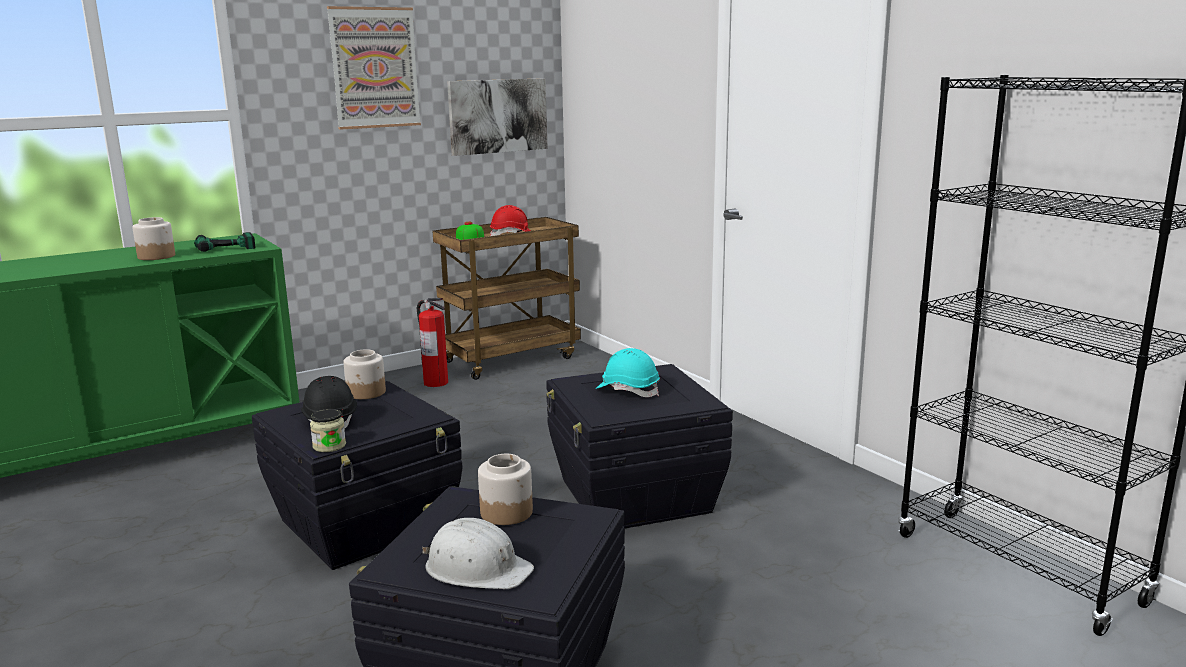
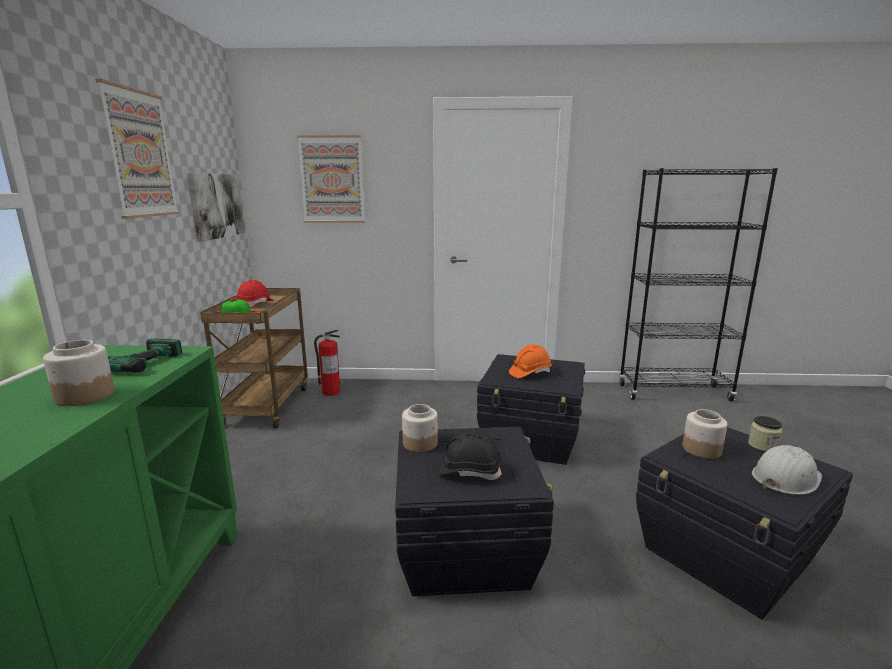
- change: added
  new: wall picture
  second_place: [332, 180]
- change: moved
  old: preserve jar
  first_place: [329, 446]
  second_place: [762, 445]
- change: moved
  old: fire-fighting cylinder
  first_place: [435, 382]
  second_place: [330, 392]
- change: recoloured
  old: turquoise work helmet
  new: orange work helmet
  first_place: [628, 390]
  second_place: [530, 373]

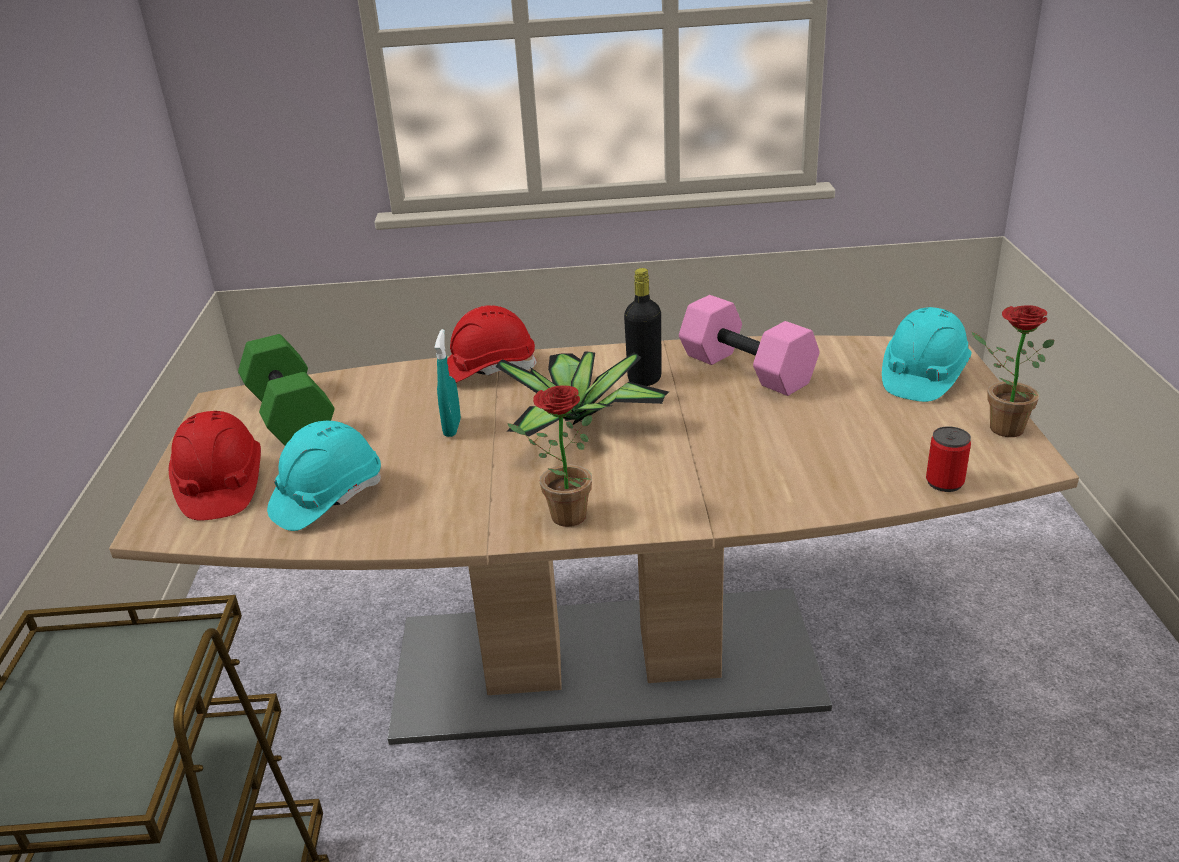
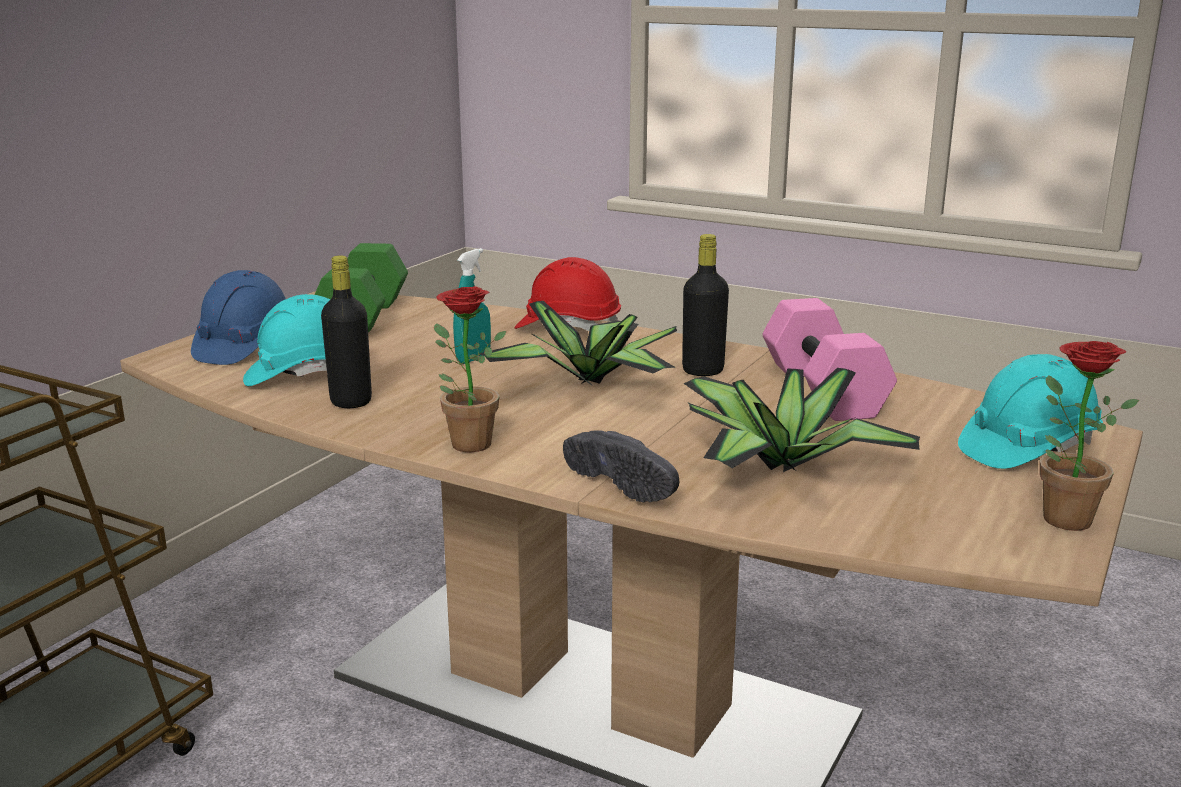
- change: removed
  old: can
  first_place: [944, 482]
- change: added
  new: black beverage bottle
  second_place: [351, 402]
- change: added
  new: black shoe
  second_place: [629, 483]
- change: added
  new: potted plant
  second_place: [780, 468]
- change: recoloured
  old: red-coloured work helmet
  new: blue-coloured work helmet
  first_place: [221, 487]
  second_place: [244, 347]

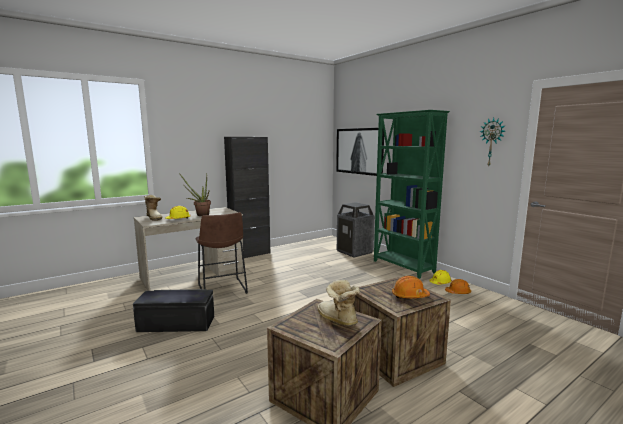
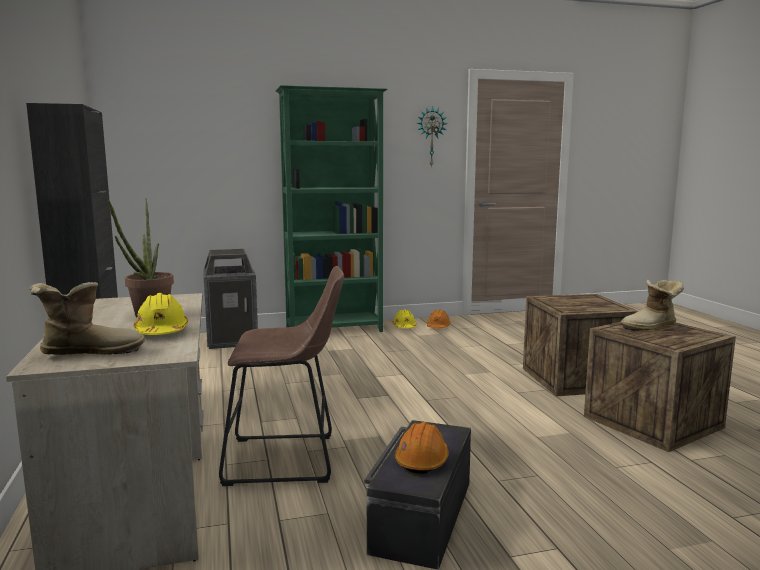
- change: removed
  old: wall picture
  first_place: [359, 151]
- change: moved
  old: orange work helmet
  first_place: [409, 296]
  second_place: [422, 460]

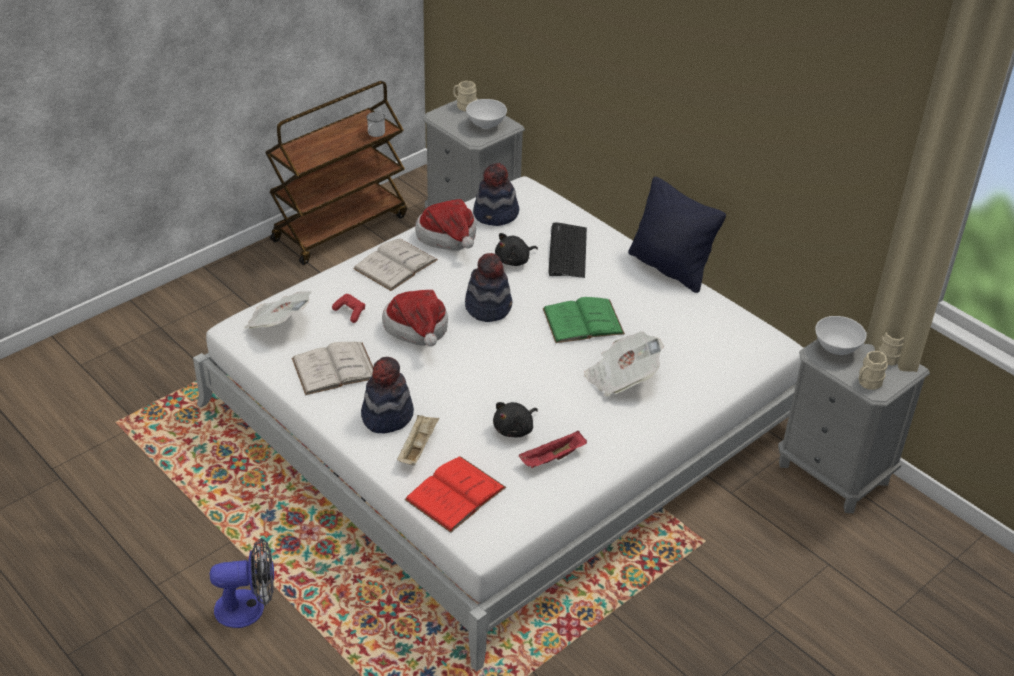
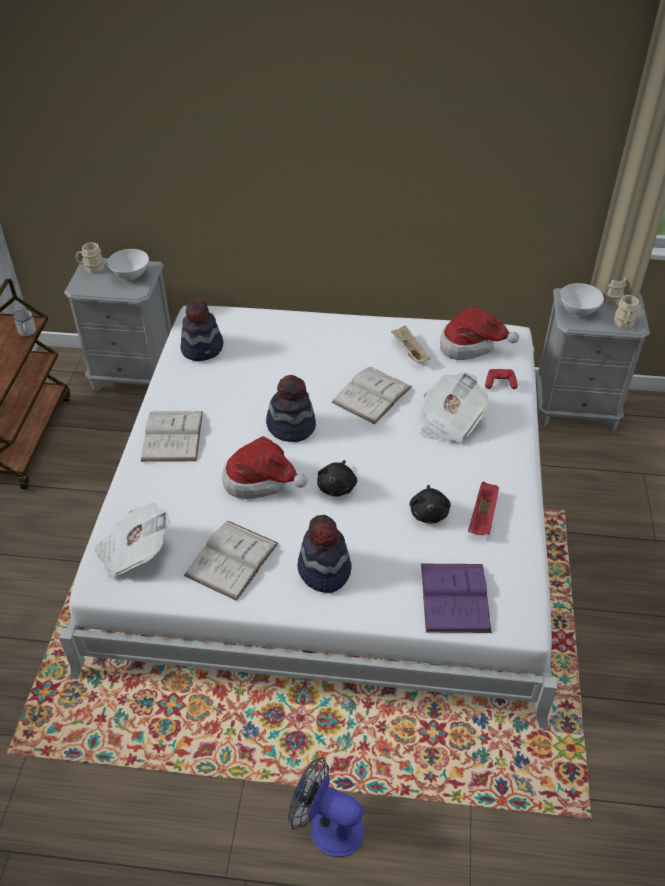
- change: removed
  old: keyboard
  first_place: [567, 251]
- change: removed
  old: black cushion
  first_place: [670, 268]
- change: moved
  old: red-coloured joypad
  first_place: [350, 312]
  second_place: [500, 383]
- change: moved
  old: beige carrying tray
  first_place: [418, 447]
  second_place: [409, 352]
- change: moved
  old: wearable hat
  first_place: [449, 239]
  second_place: [471, 346]
- change: moved
  old: black plush toy
  first_place: [514, 260]
  second_place: [337, 486]
- change: recoloured
  old: red-coloured bound book
  new: purplish bound book
  first_place: [455, 493]
  second_place: [455, 597]
- change: recoloured
  old: greenish bound book
  new: white bound book
  first_place: [583, 321]
  second_place: [372, 394]
- change: turned
  old: cooling fan
  first_place: [249, 607]
  second_place: [327, 826]
  degrees: -105

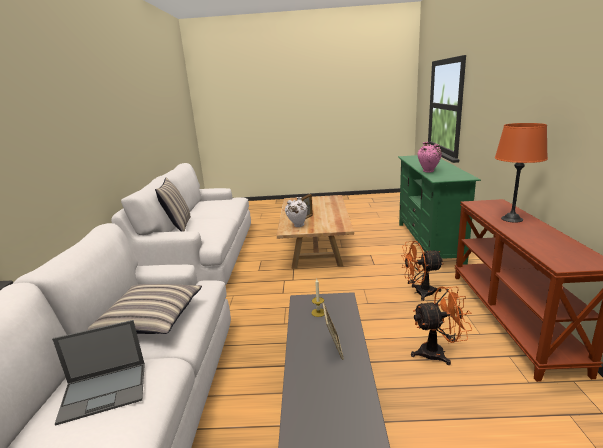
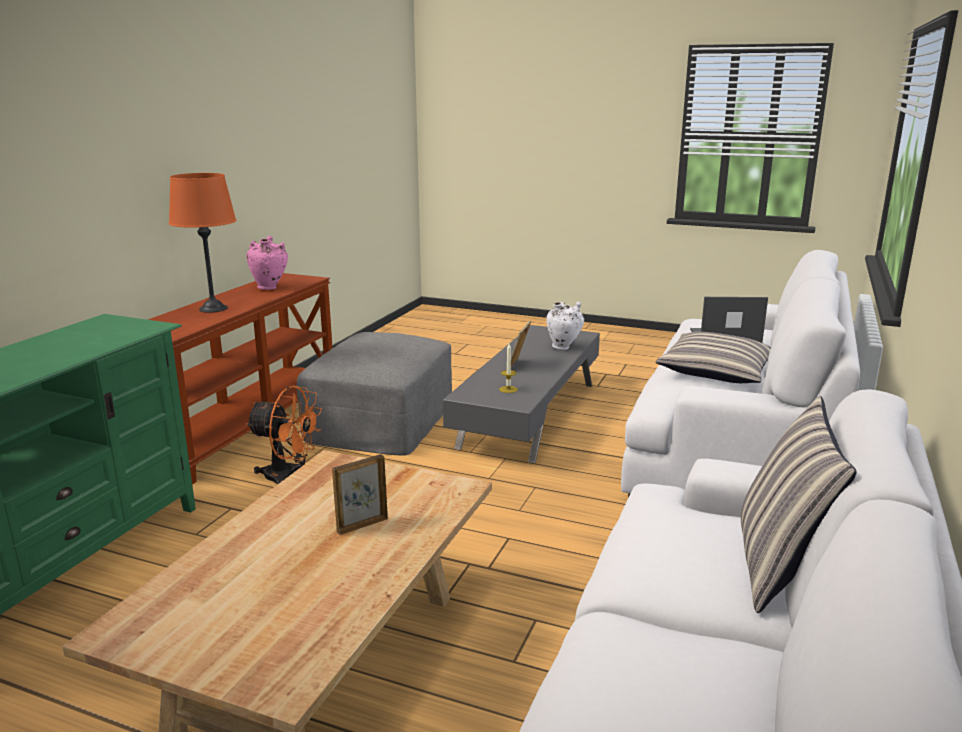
- change: moved
  old: white flower vase
  first_place: [297, 226]
  second_place: [563, 348]
- change: moved
  old: pink-coloured flower vase
  first_place: [428, 172]
  second_place: [269, 288]
- change: replaced
  old: orange cooling fan
  new: gray ottoman
  first_place: [438, 352]
  second_place: [381, 421]

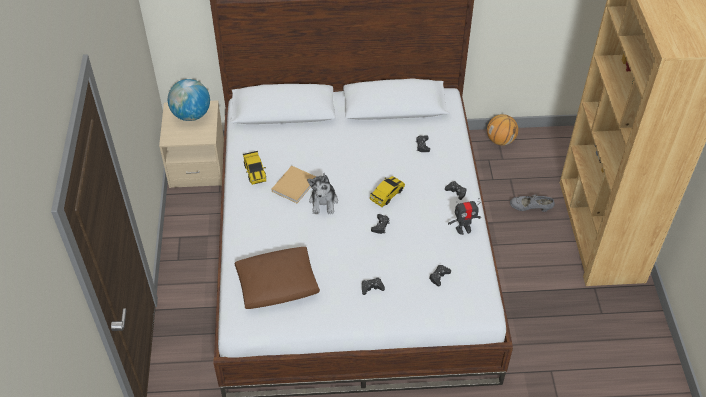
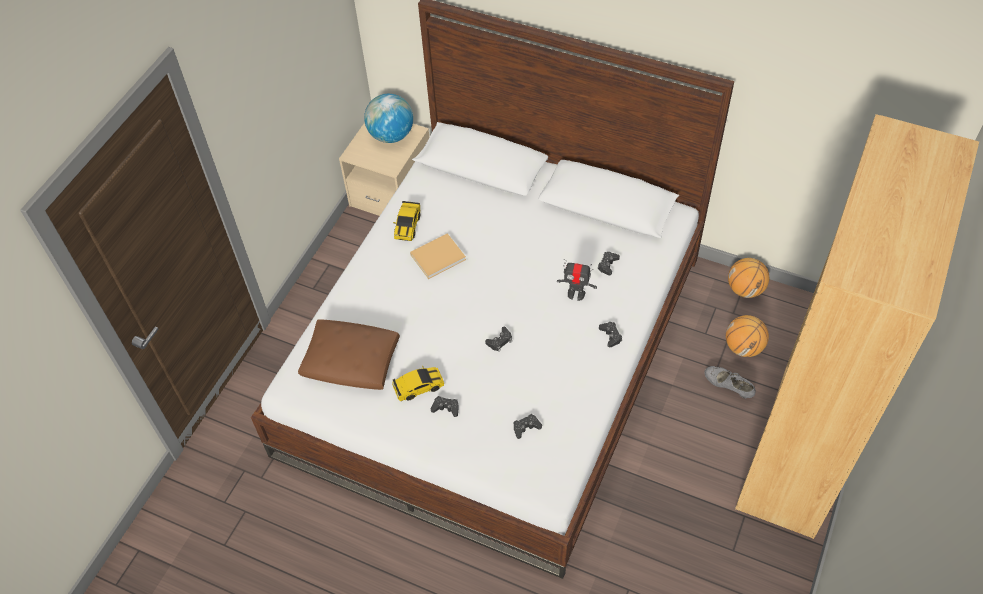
- change: removed
  old: plush toy
  first_place: [323, 202]
- change: added
  new: ball for basketball
  second_place: [743, 347]
- change: moved
  old: model car
  first_place: [387, 194]
  second_place: [419, 387]
- change: moved
  old: toy robot
  first_place: [463, 229]
  second_place: [576, 294]

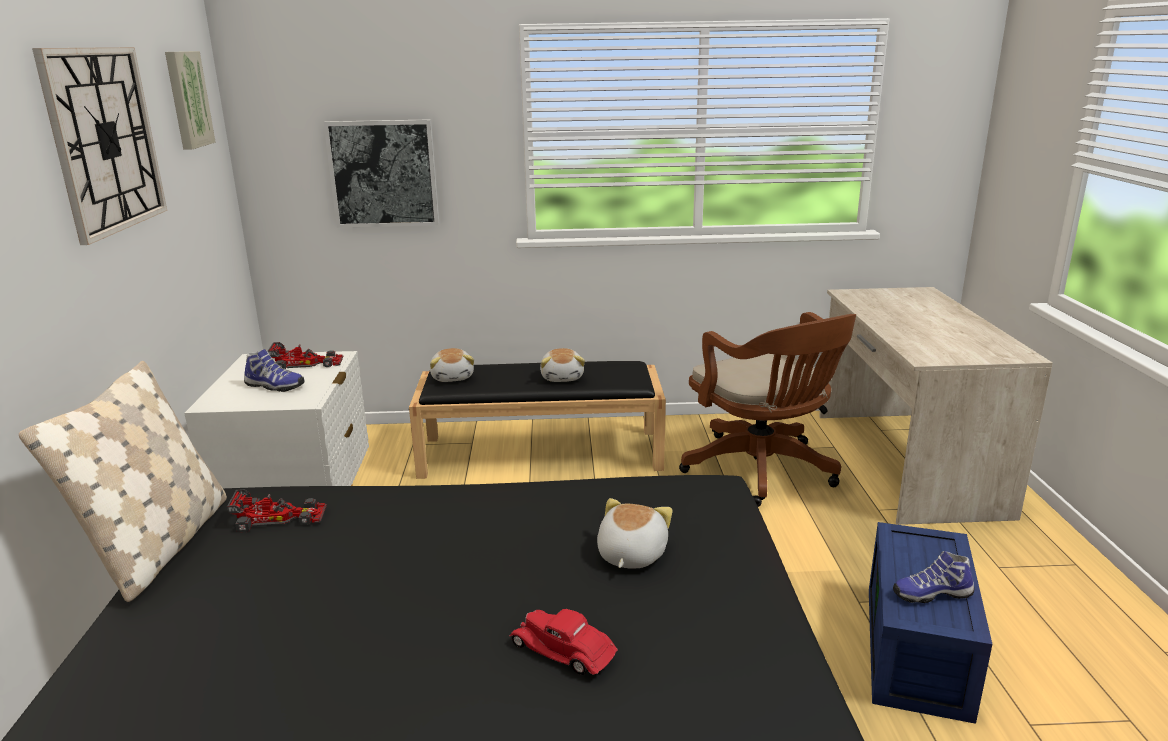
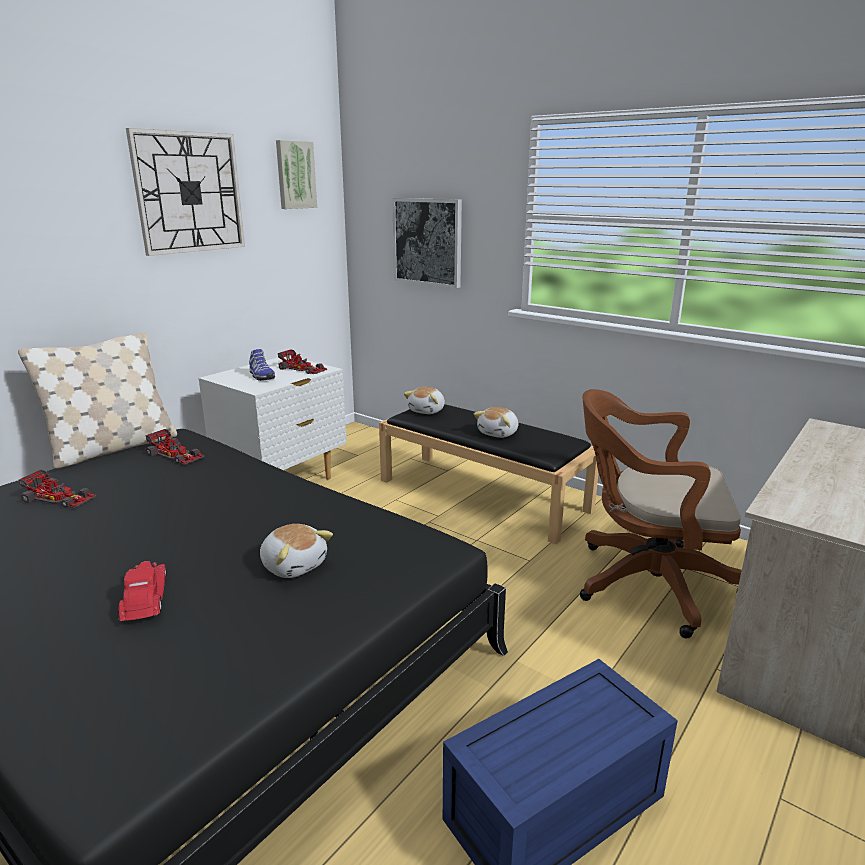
- change: removed
  old: shoe
  first_place: [931, 593]
- change: added
  new: model car
  second_place: [59, 497]
- change: turned
  old: plush toy
  first_place: [630, 555]
  second_place: [294, 565]
  degrees: 75
- change: turned
  old: brown computer chair
  first_place: [763, 472]
  second_place: [645, 582]
  degrees: 90

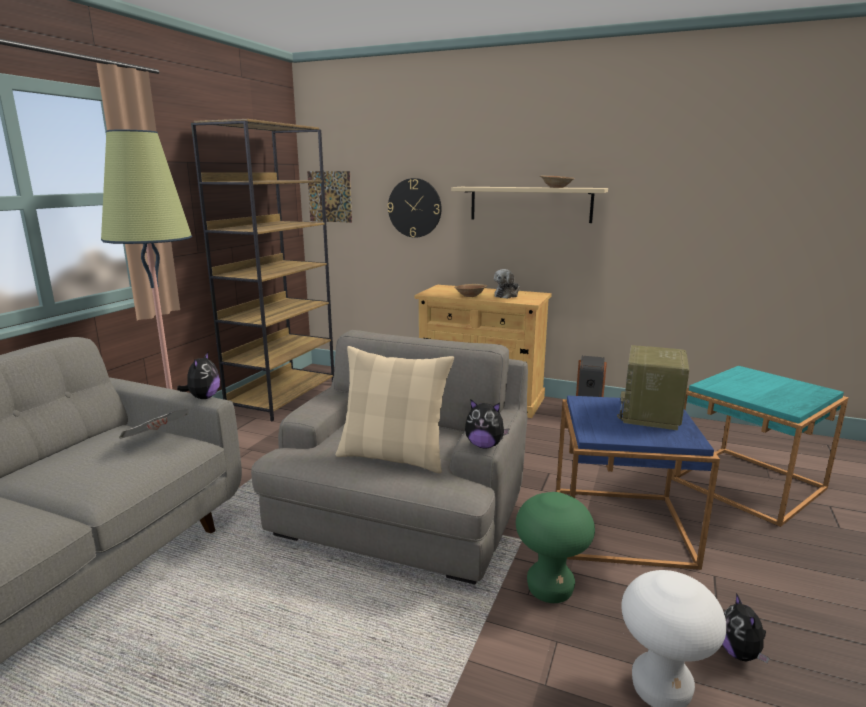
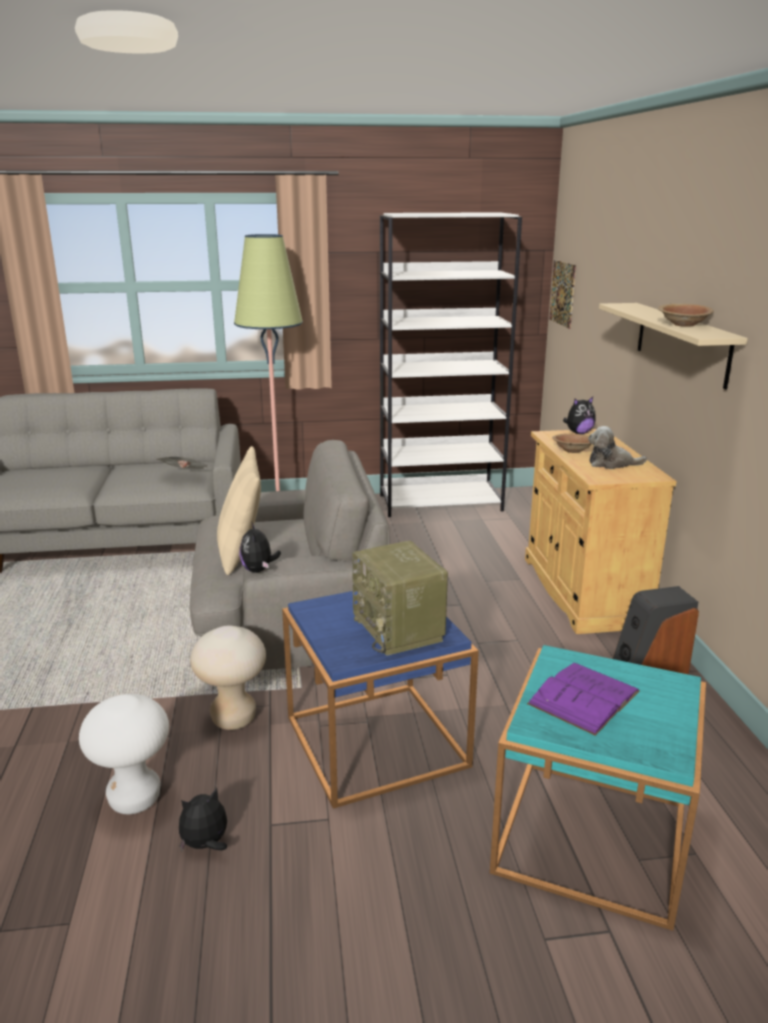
- change: removed
  old: clock on the wall
  first_place: [414, 208]
- change: added
  new: purplish bound book
  second_place: [584, 697]
- change: moved
  old: plush toy
  first_place: [203, 397]
  second_place: [578, 433]
- change: recoloured
  old: brown bookcase
  new: white bookcase
  first_place: [283, 396]
  second_place: [441, 503]
- change: recoloured
  old: greenish stool
  new: beige stool
  first_place: [550, 590]
  second_place: [233, 719]
- change: turned
  old: radio
  first_place: [651, 415]
  second_place: [399, 630]
  degrees: -105

